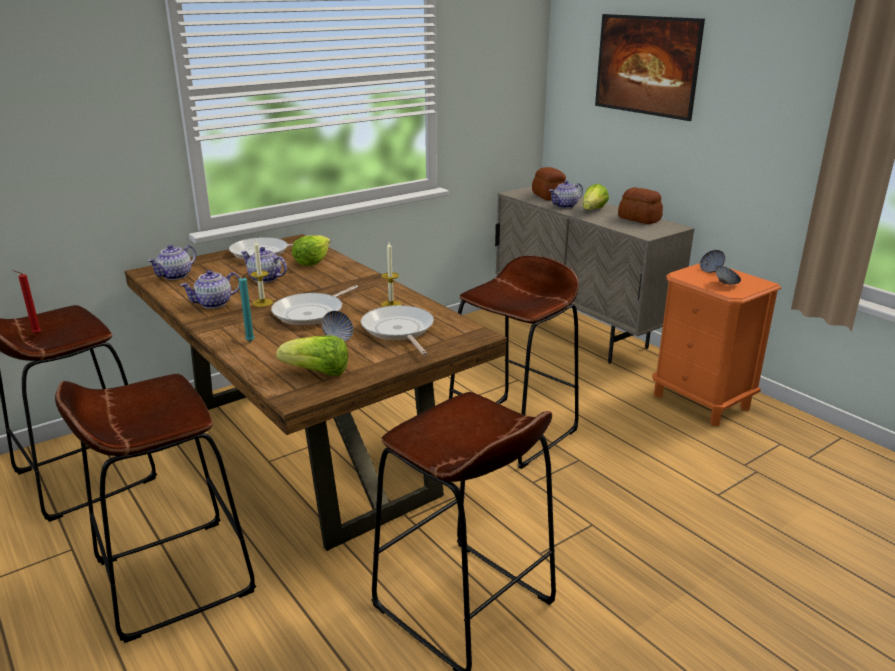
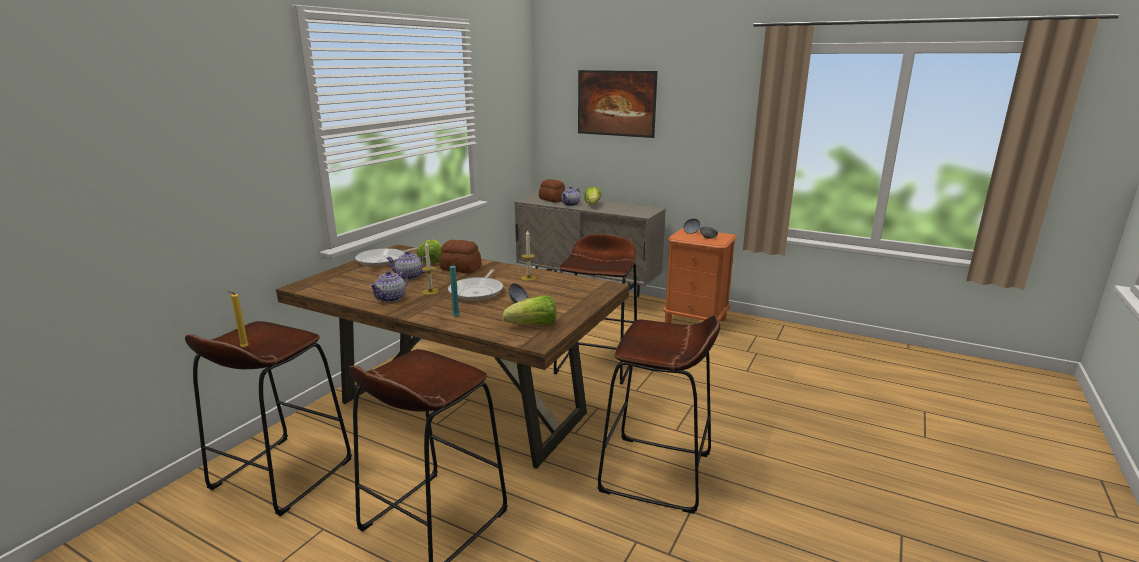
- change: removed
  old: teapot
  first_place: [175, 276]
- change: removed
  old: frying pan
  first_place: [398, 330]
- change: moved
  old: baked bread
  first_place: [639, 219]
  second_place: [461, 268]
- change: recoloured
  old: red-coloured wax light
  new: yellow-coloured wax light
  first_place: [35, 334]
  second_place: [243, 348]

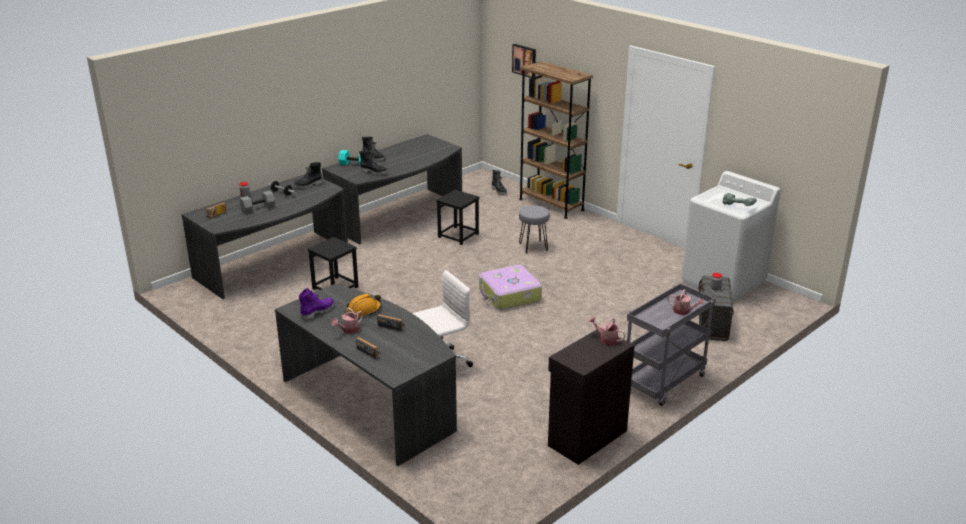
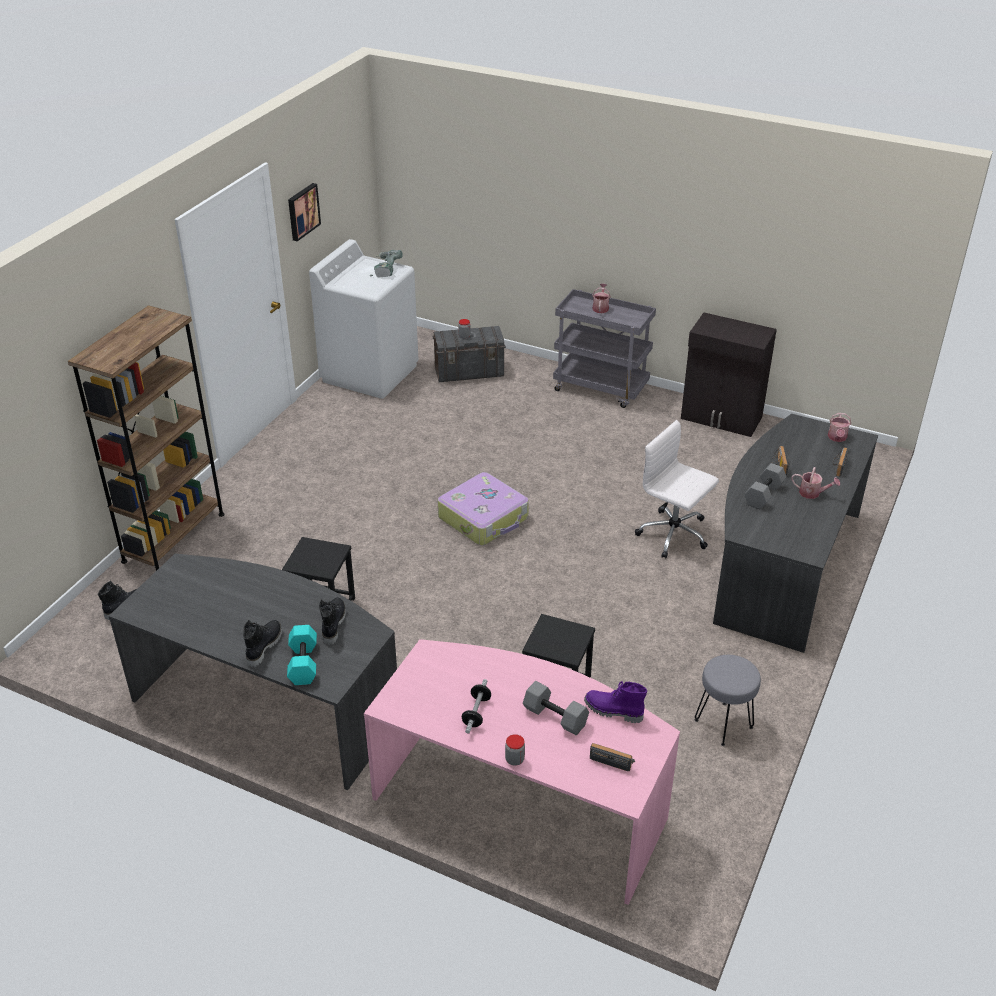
- change: removed
  old: black boot
  first_place: [308, 185]
- change: moved
  old: purplish boot
  first_place: [317, 312]
  second_place: [613, 711]
- change: moved
  old: wall picture
  first_place: [525, 60]
  second_place: [302, 211]
- change: moved
  old: gray stool
  first_place: [533, 247]
  second_place: [724, 724]
- change: moved
  old: watering can
  first_place: [606, 339]
  second_place: [837, 438]
- change: replaced
  old: orange work helmet
  new: gray hand weight
  first_place: [364, 310]
  second_place: [764, 495]
- change: recoloured
  old: gray desk unit
  new: pink-coloured desk unit
  first_place: [274, 264]
  second_place: [522, 802]

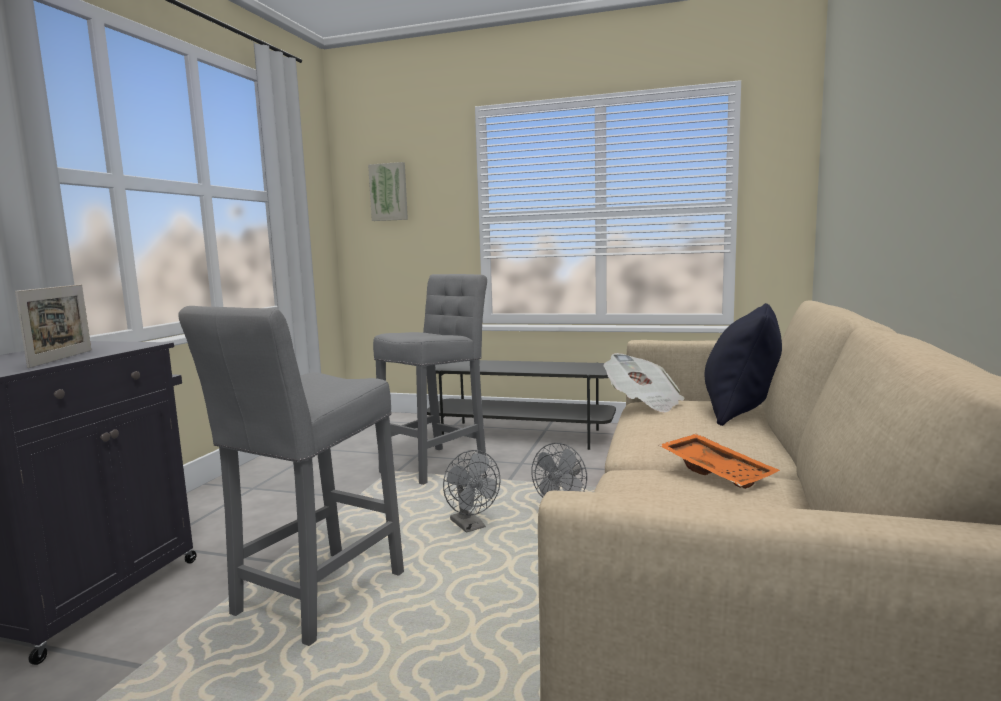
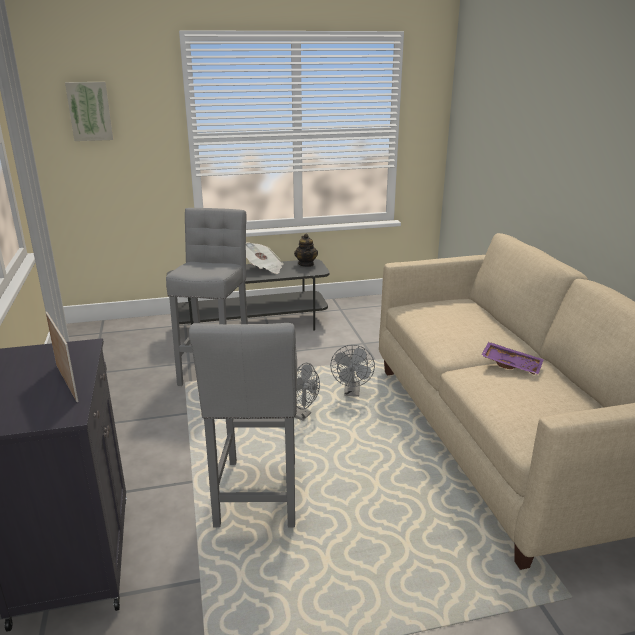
- change: removed
  old: black cushion
  first_place: [740, 412]
- change: added
  new: teapot
  second_place: [306, 264]
- change: moved
  old: daily paper
  first_place: [643, 403]
  second_place: [263, 268]
- change: recoloured
  old: orange carrying tray
  new: purplish carrying tray
  first_place: [717, 472]
  second_place: [511, 364]

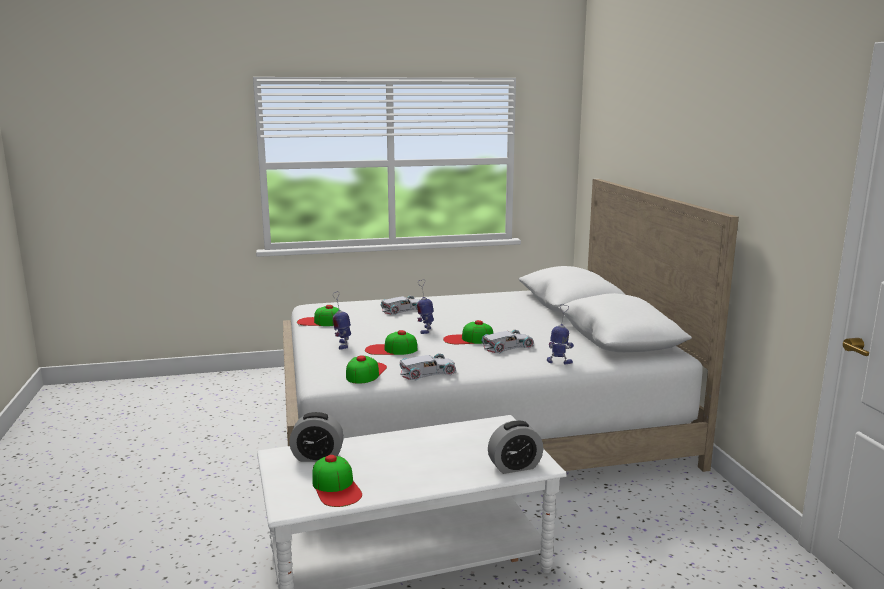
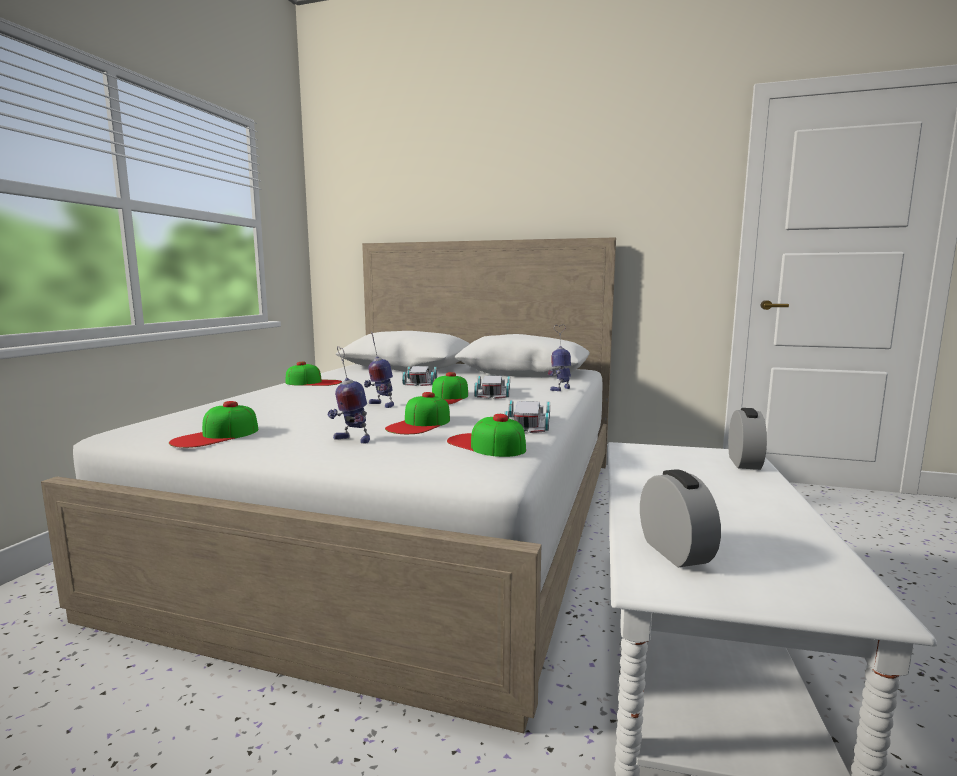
- change: moved
  old: baseball cap
  first_place: [336, 487]
  second_place: [313, 382]
- change: moved
  old: white model car
  first_place: [403, 309]
  second_place: [421, 381]
- change: turned
  old: bedside clock
  first_place: [317, 457]
  second_place: [675, 552]
  degrees: -45

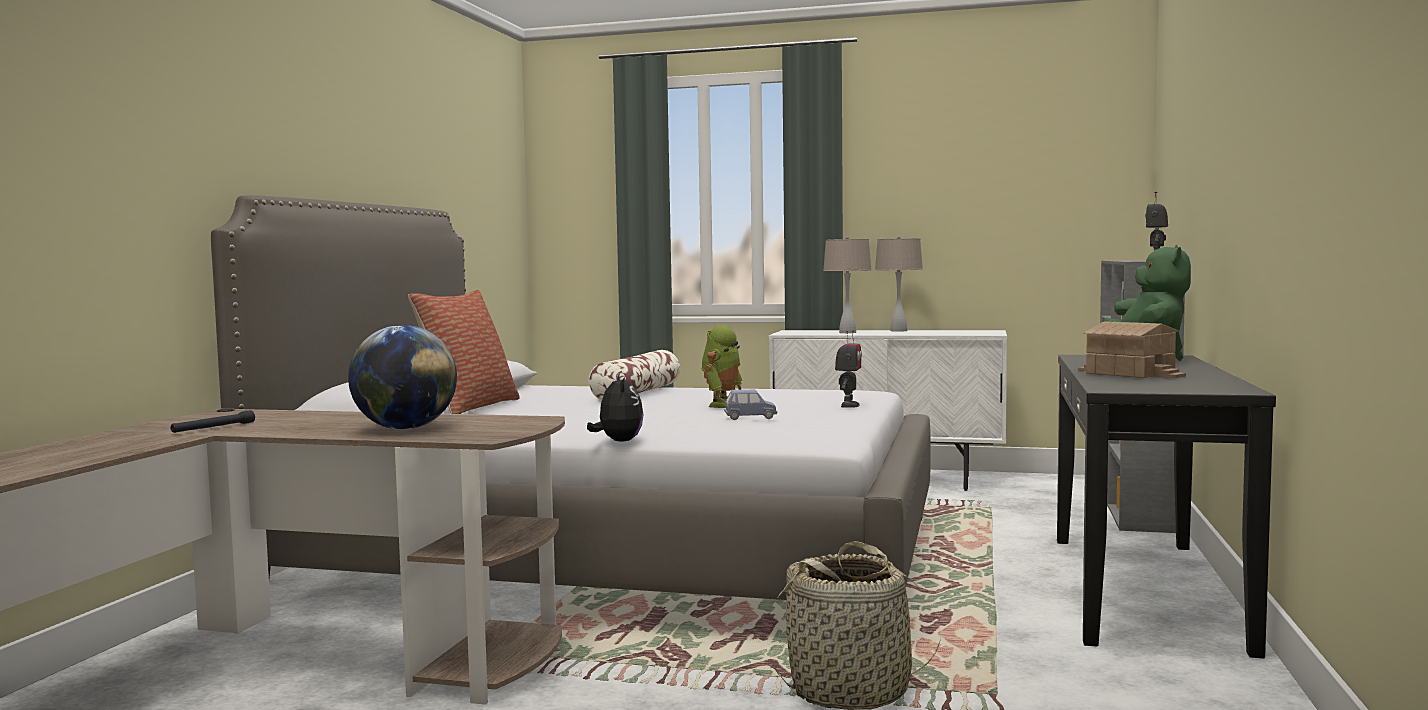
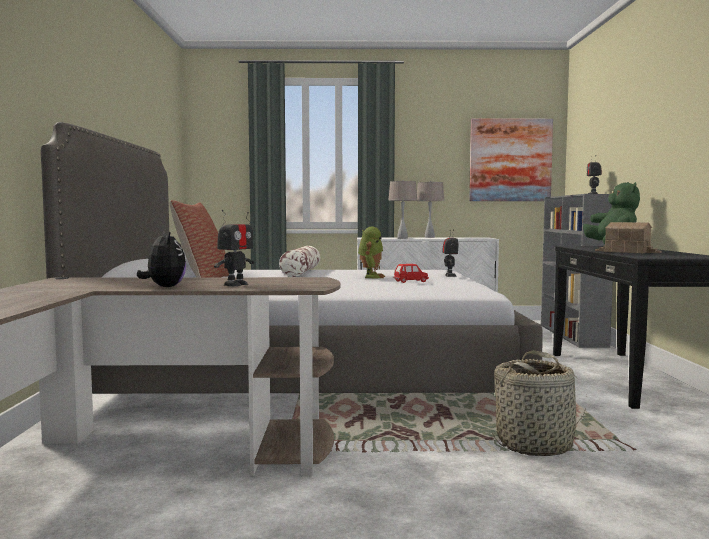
- change: removed
  old: black torch
  first_place: [213, 428]
- change: added
  new: wall picture
  second_place: [510, 160]
- change: moved
  old: plush toy
  first_place: [618, 441]
  second_place: [164, 287]
- change: replaced
  old: desk globe
  new: toy robot
  first_place: [405, 429]
  second_place: [236, 284]
- change: recoloured
  old: blue-coloured model car
  new: red-coloured model car
  first_place: [750, 418]
  second_place: [410, 281]

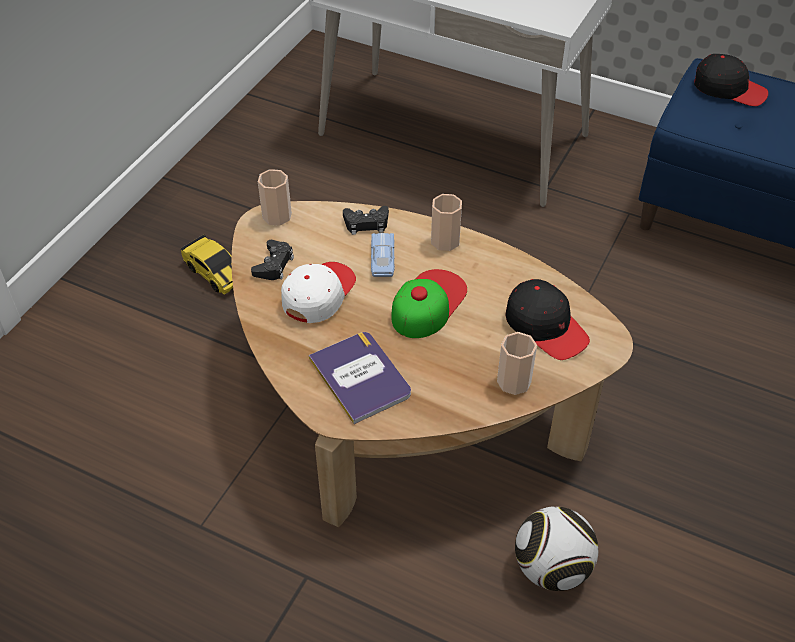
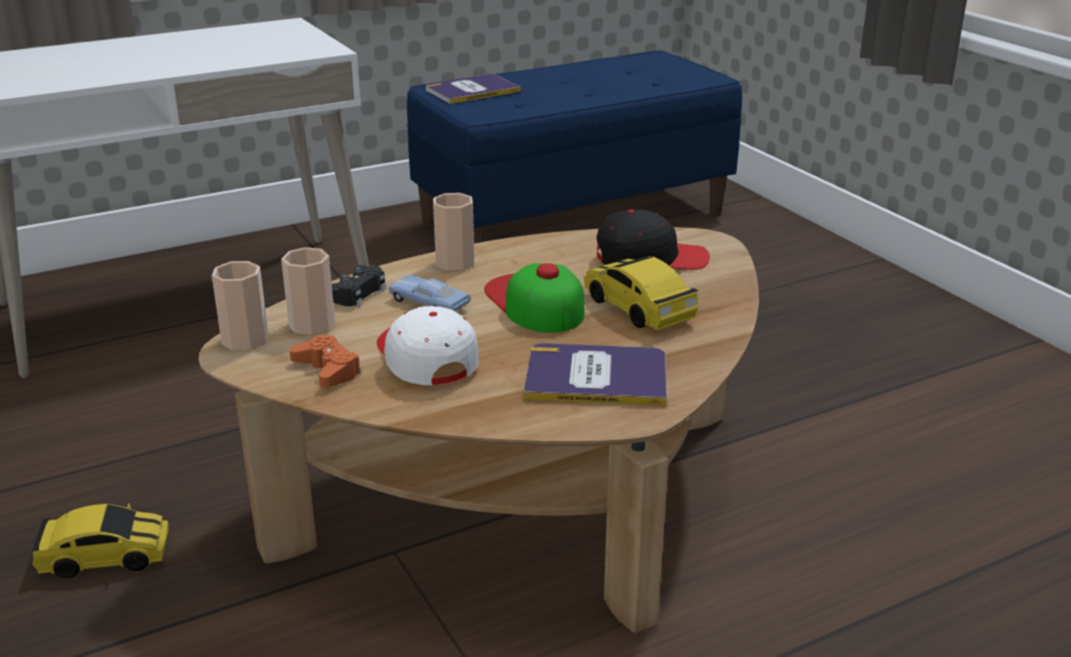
- change: removed
  old: ball for football
  first_place: [551, 568]
- change: added
  new: model car
  second_place: [638, 308]
- change: moved
  old: cup
  first_place: [514, 381]
  second_place: [312, 325]
- change: replaced
  old: black baseball cap
  new: bound book
  first_place: [729, 89]
  second_place: [471, 90]
- change: recoloured
  old: black joypad
  new: orange joypad
  first_place: [274, 265]
  second_place: [327, 370]

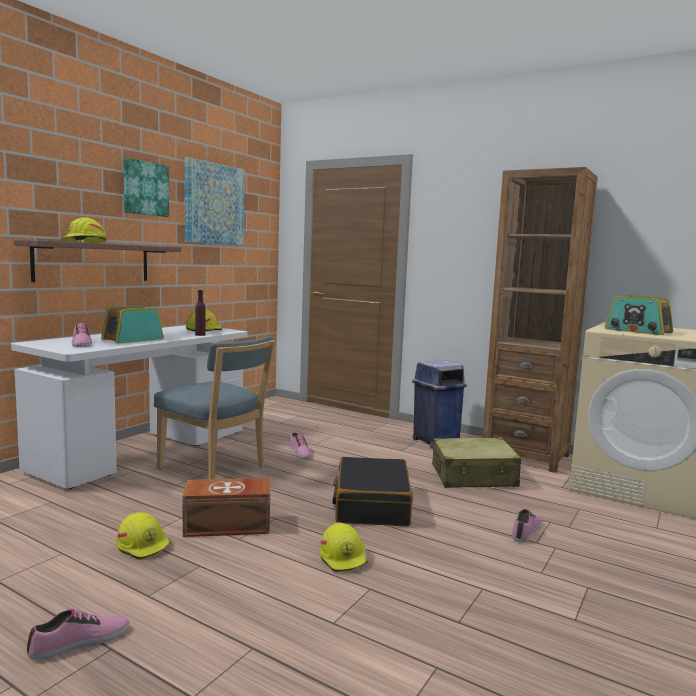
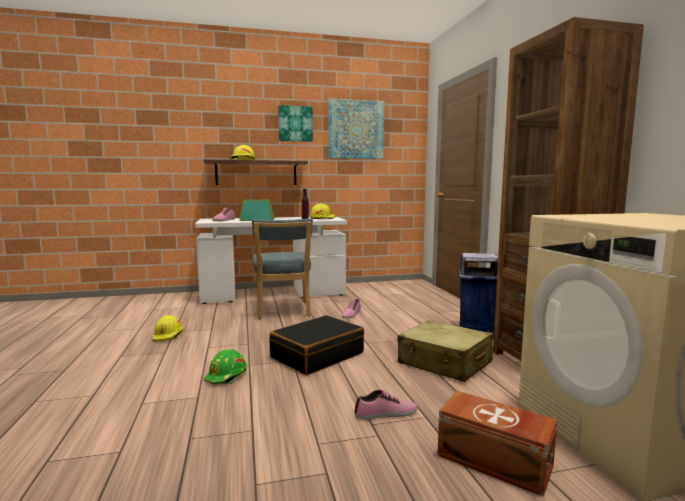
- change: removed
  old: shoe
  first_place: [80, 642]
- change: removed
  old: radio
  first_place: [637, 331]
- change: moved
  old: brown storage container
  first_place: [228, 526]
  second_place: [495, 462]
- change: recoloured
  old: yellow-coloured work helmet
  new: greenish work helmet
  first_place: [344, 558]
  second_place: [227, 376]

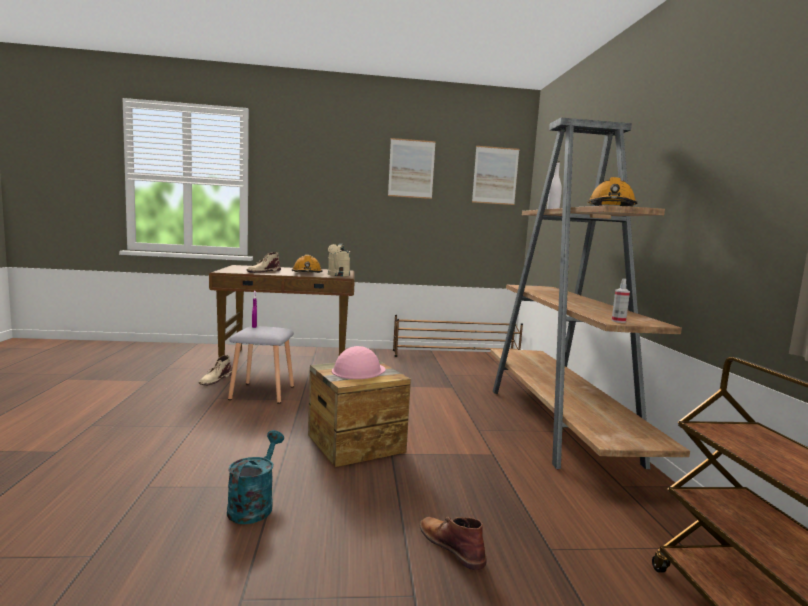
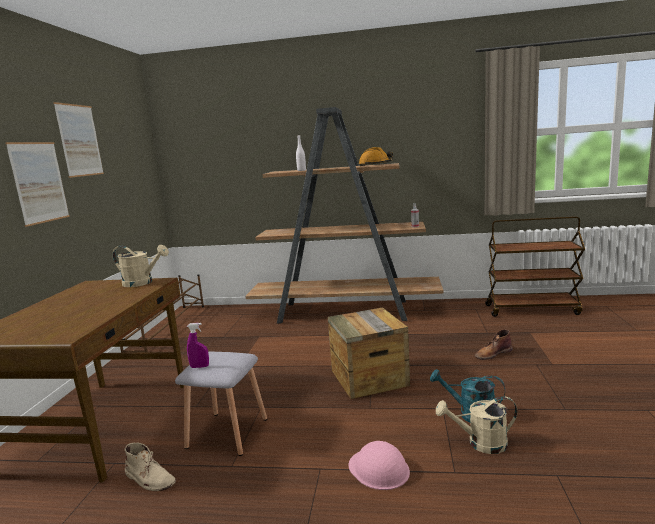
- change: removed
  old: beige boot
  first_place: [263, 271]
- change: removed
  old: orange work helmet
  first_place: [307, 273]
- change: added
  new: beige watering can
  second_place: [480, 443]
- change: moved
  old: pink-coloured work helmet
  first_place: [358, 370]
  second_place: [379, 468]
- change: moved
  old: wall picture
  first_place: [495, 175]
  second_place: [39, 182]

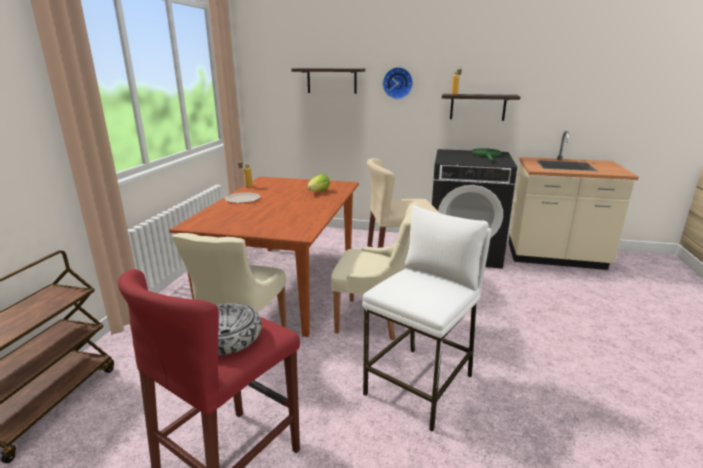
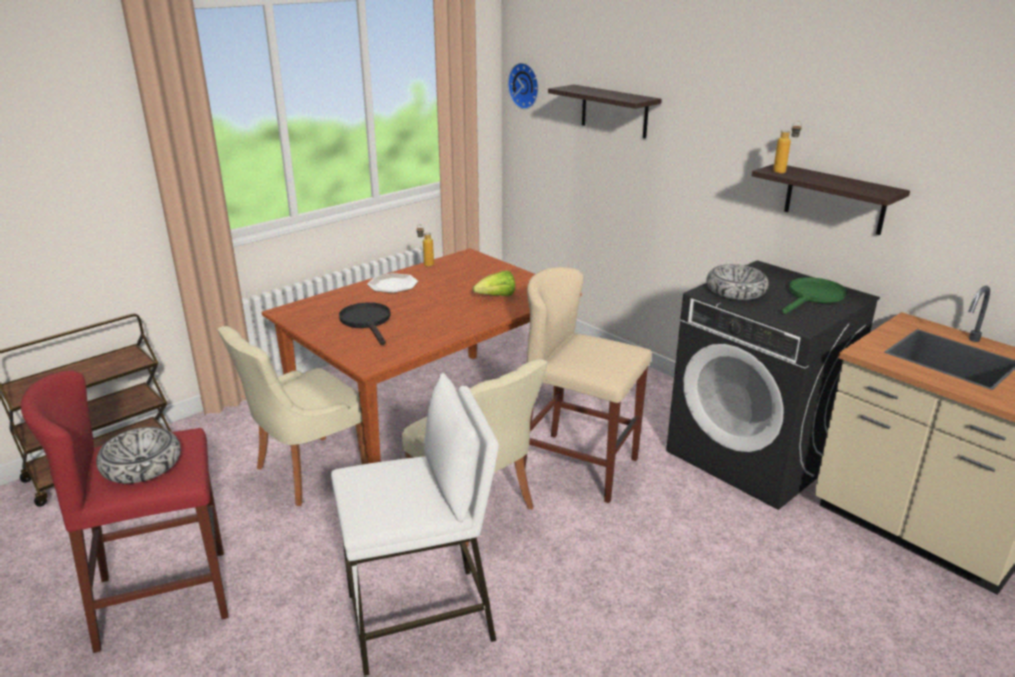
- change: added
  new: black frying pan
  second_place: [367, 322]
- change: added
  new: deep dish
  second_place: [735, 291]
- change: moved
  old: clock on the wall
  first_place: [397, 83]
  second_place: [525, 85]

